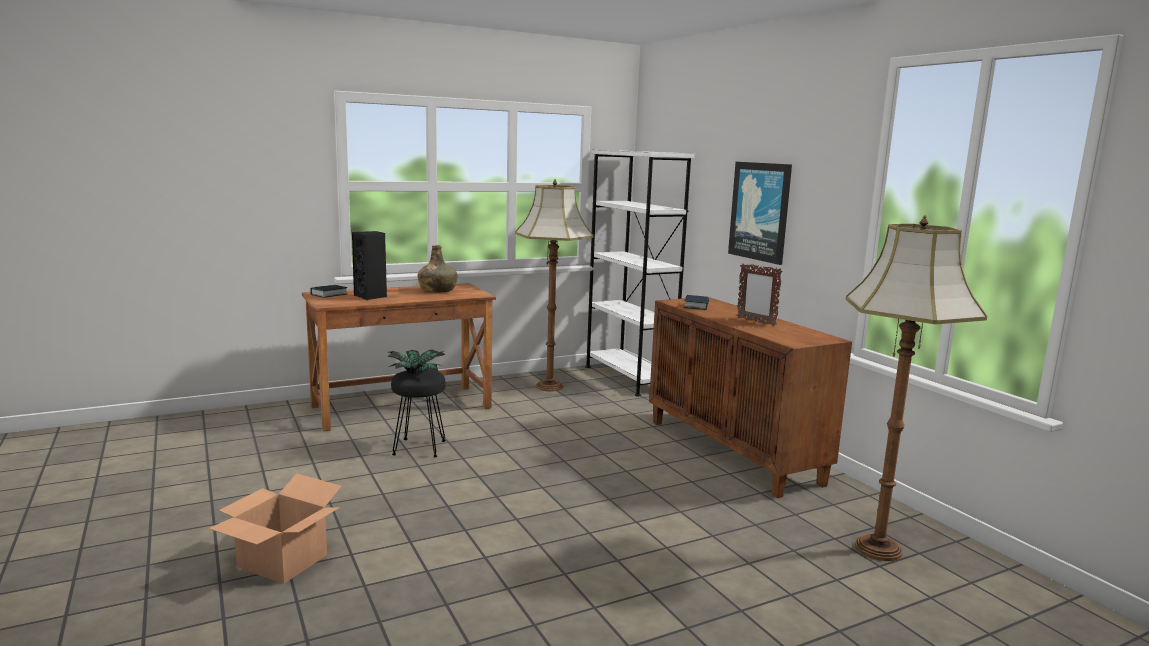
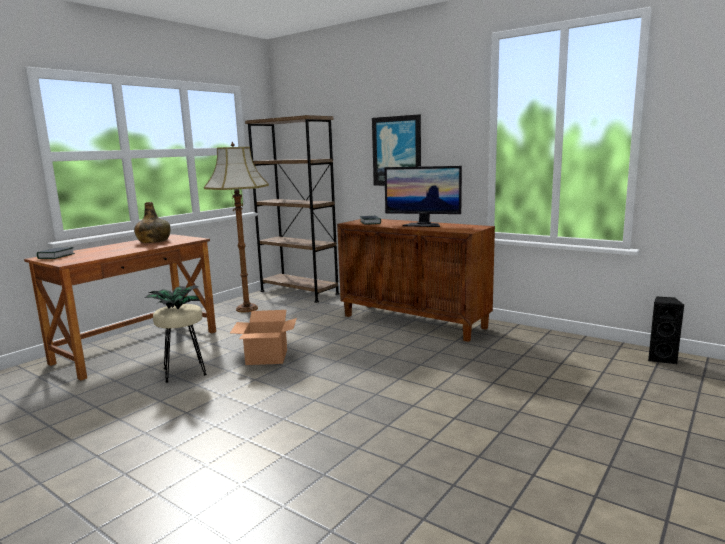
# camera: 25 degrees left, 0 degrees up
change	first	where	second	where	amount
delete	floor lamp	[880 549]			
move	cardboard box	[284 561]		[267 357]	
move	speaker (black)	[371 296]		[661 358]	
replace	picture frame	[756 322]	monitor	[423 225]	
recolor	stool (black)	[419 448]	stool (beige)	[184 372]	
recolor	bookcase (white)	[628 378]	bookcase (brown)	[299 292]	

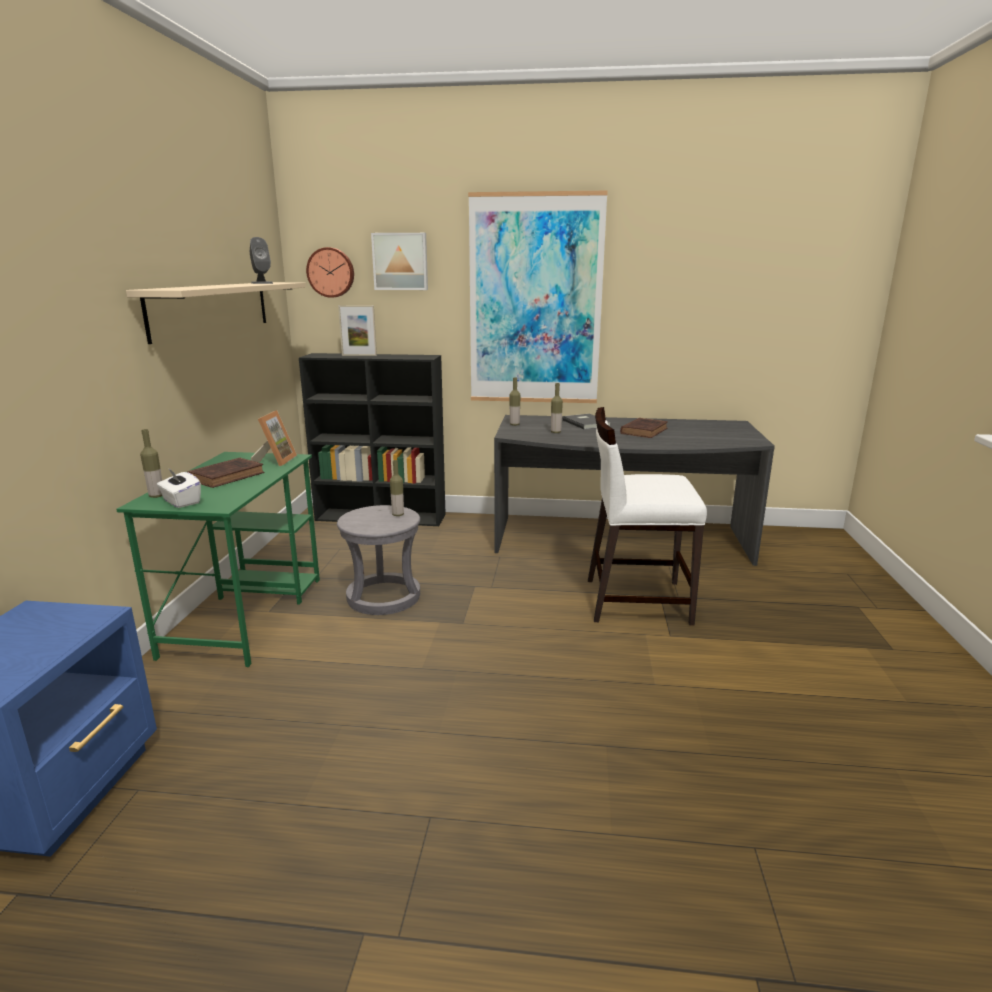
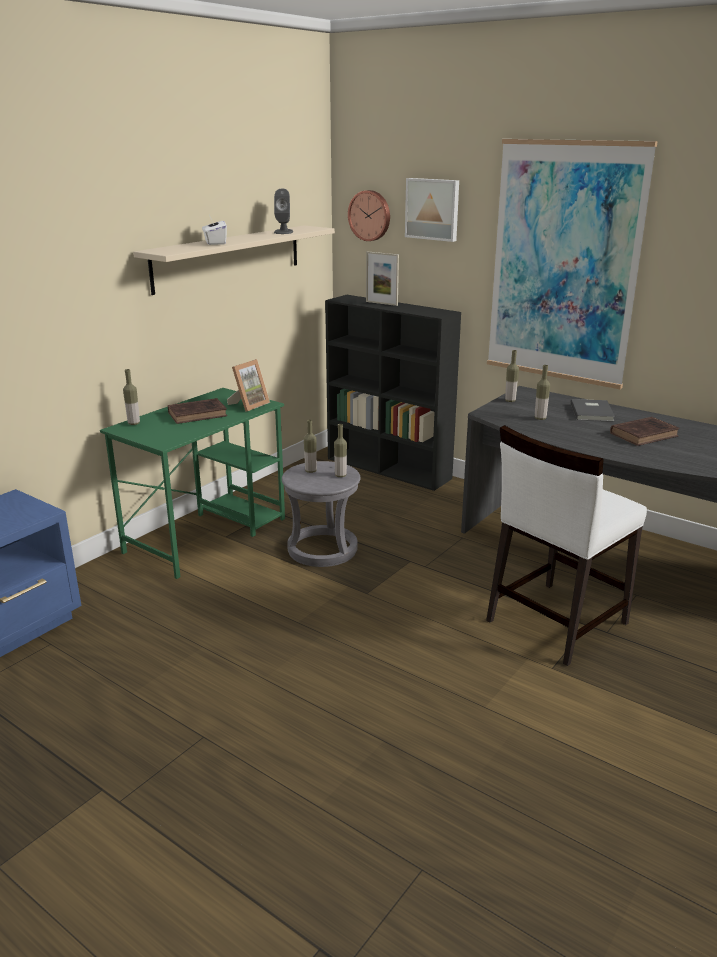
# camera: 30 degrees right, 5 degrees up
change	first	where	second	where	amount
insert			bottle	[310 471]	
move	tissue box (white)	[181 502]		[215 243]	
rotate	chair (white)	[635 600]		[555 622]	75 degrees counterclockwise

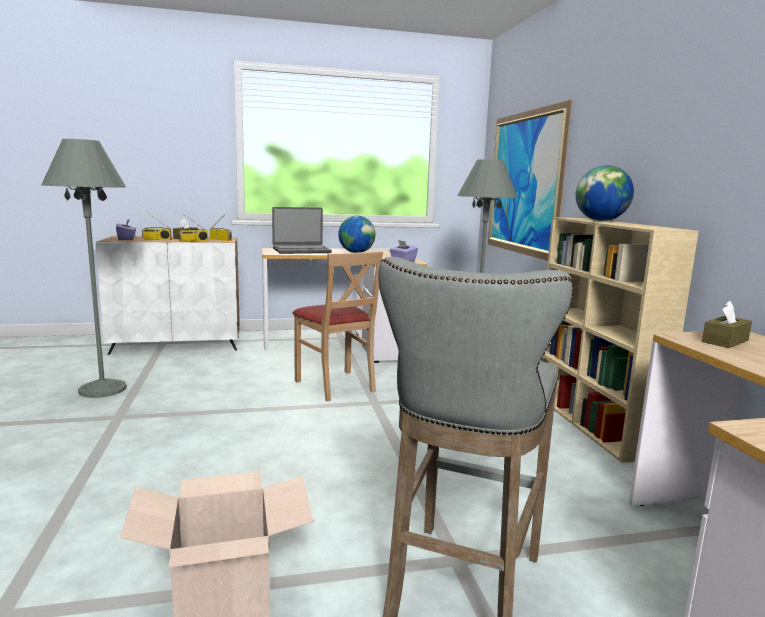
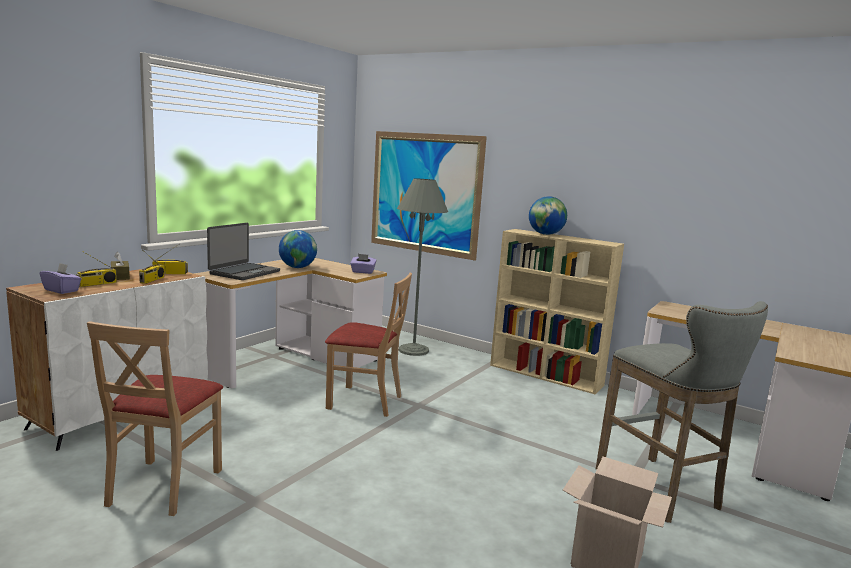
# camera: 45 degrees left, 0 degrees up
change	first	where	second	where	amount
delete	tissue box (brown)	[725 341]			
replace	floor lamp (grey)	[102 389]	chair (beige)	[163 486]	

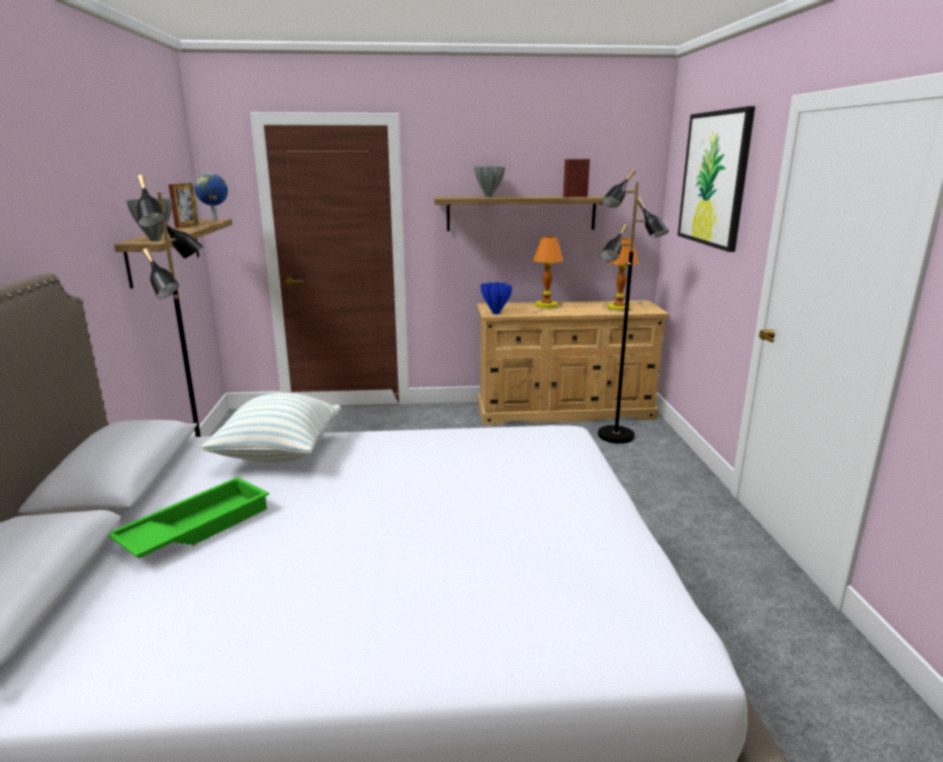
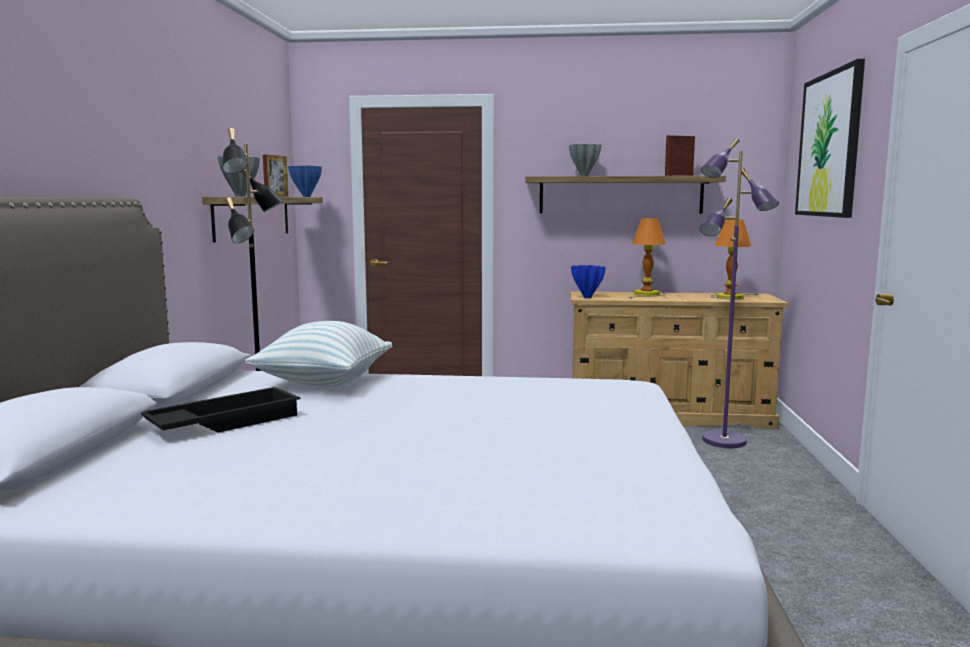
# camera: 10 degrees right, 10 degrees down
change	first	where	second	where	amount
replace	globe	[215 220]	vase (blue)	[306 196]	
recolor	tray (green)	[195 527]	tray (black)	[224 422]	
recolor	floor lamp (black)	[616 436]	floor lamp (purple)	[724 441]	

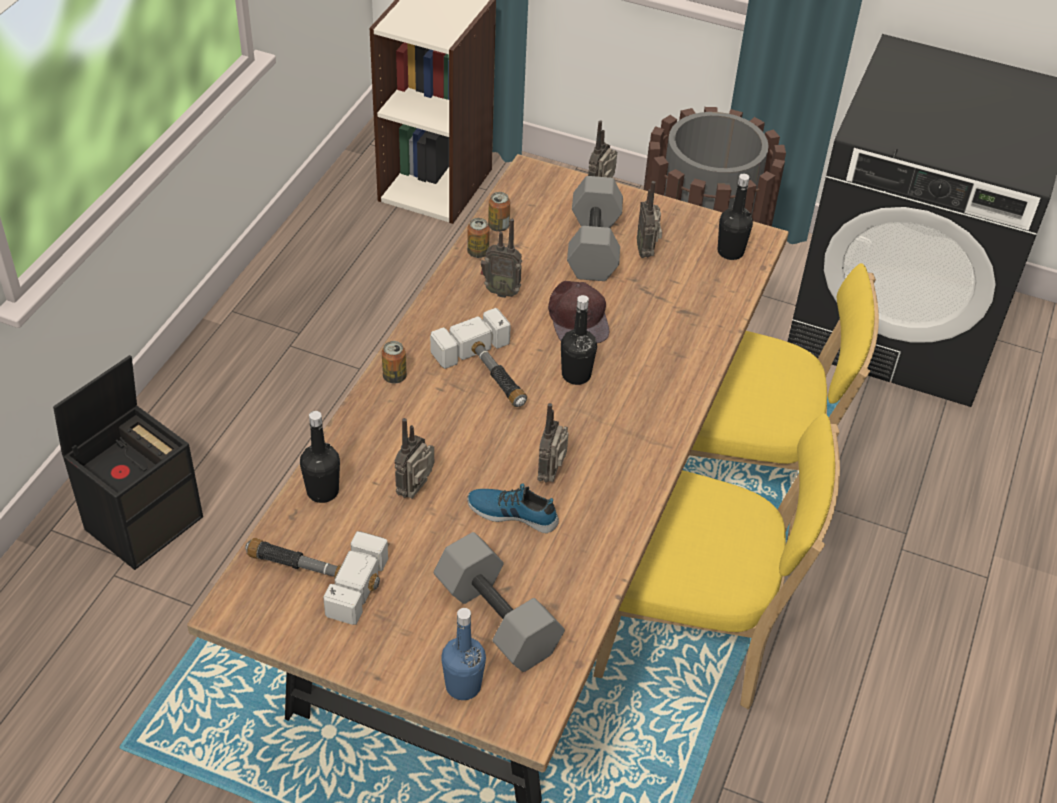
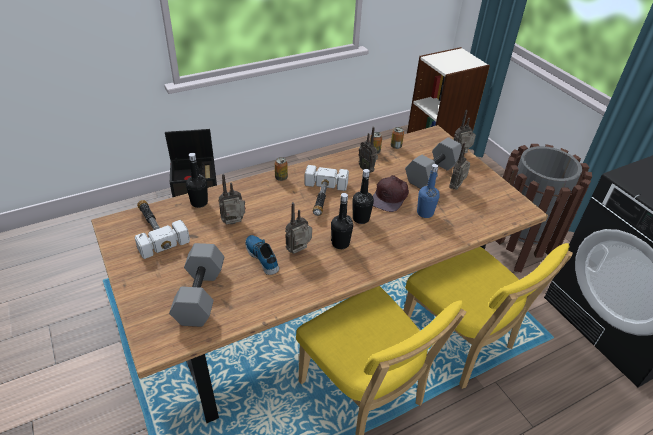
# camera: 40 degrees right, 5 degrees down
change	first	where	second	where	amount
move	bottle (blue)	[463 686]		[425 213]	
move	bottle (black)	[730 252]		[340 243]	

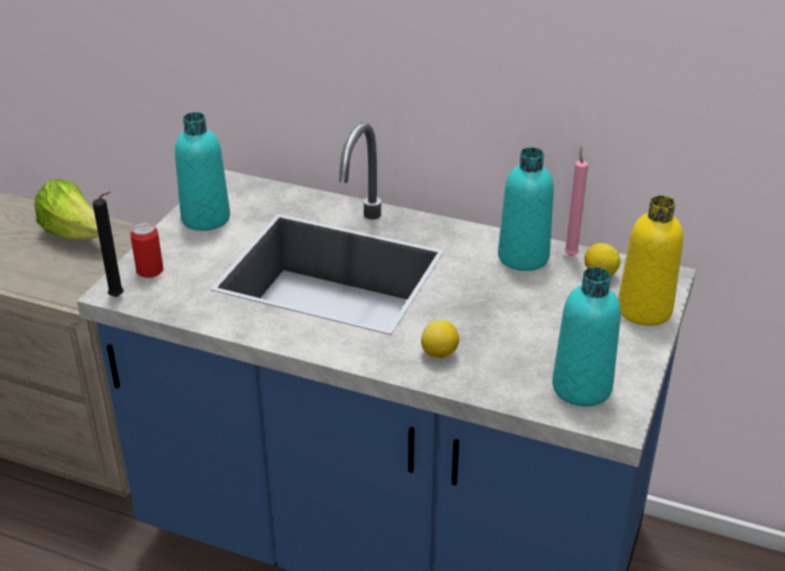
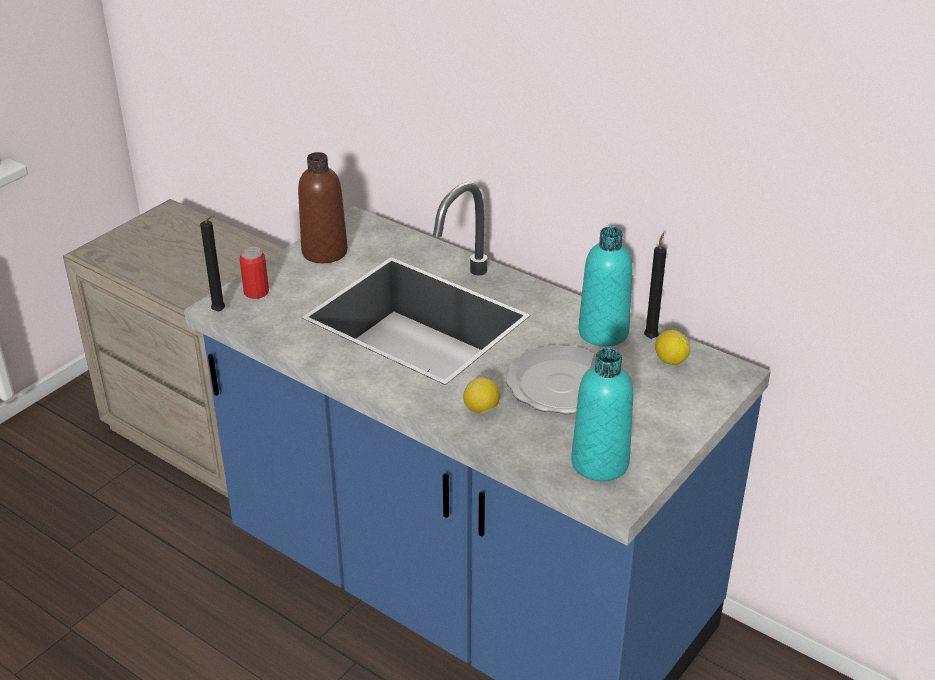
# camera: 15 degrees right, 0 degrees up
change	first	where	second	where	amount
delete	lettuce	[75 234]			
delete	bottle (yellow)	[644 310]			
insert			plate	[561 385]	
recolor	bottle (turquoise)	[206 218]	bottle (brown)	[324 252]	
recolor	candle (pink)	[570 254]	candle (black)	[651 337]	

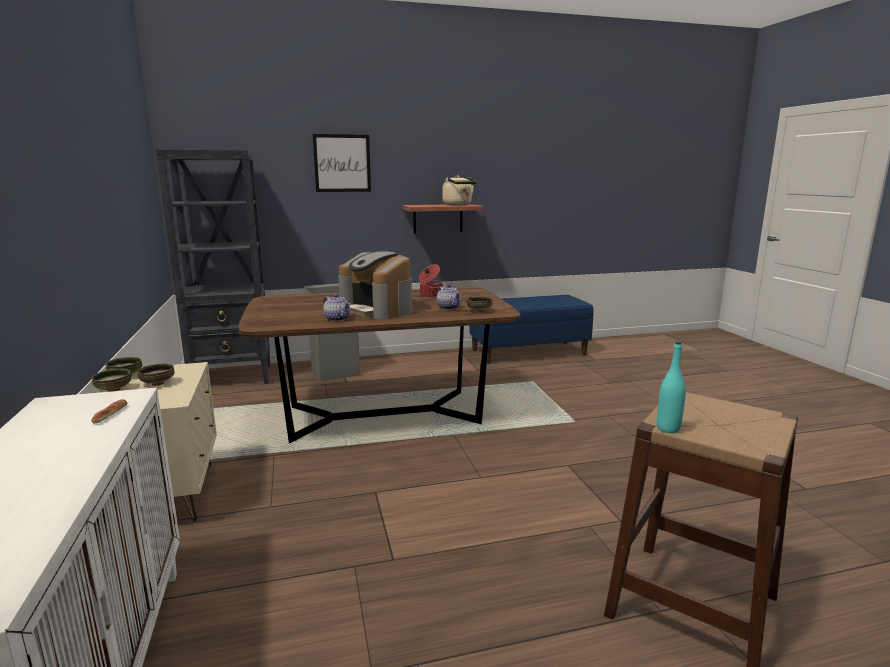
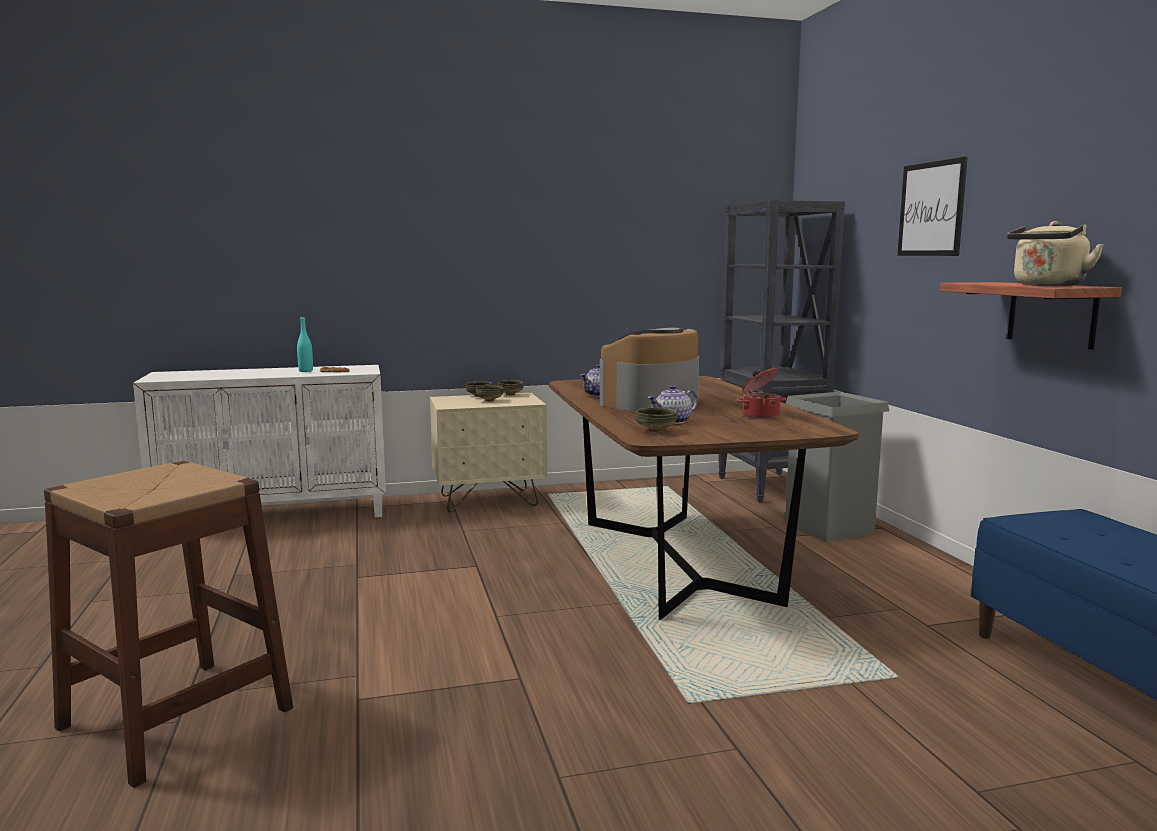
# camera: 90 degrees right, 5 degrees down
change	first	where	second	where	amount
move	bottle (turquoise)	[668 428]		[306 371]	

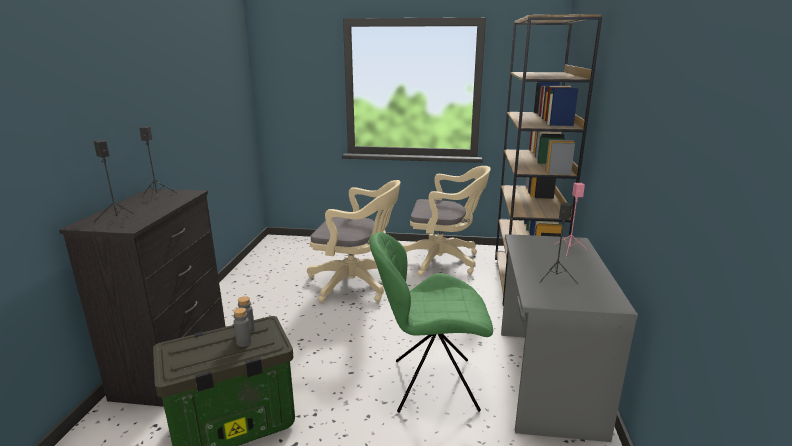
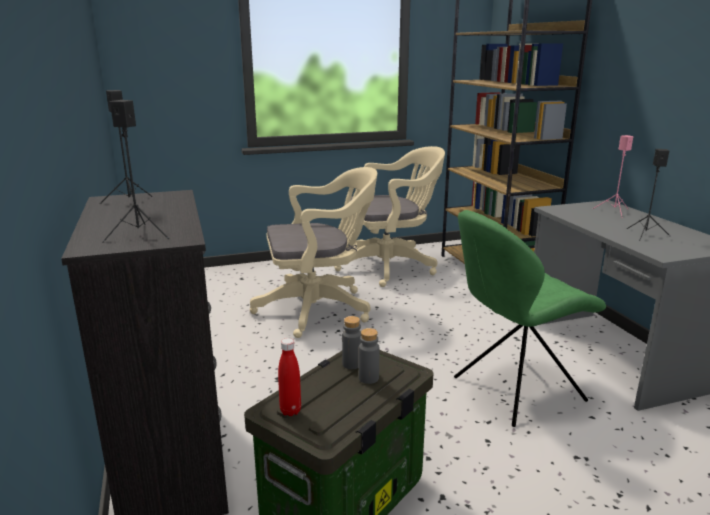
# camera: 25 degrees left, 0 degrees up
change	first	where	second	where	amount
insert			bottle (red)	[290 411]	

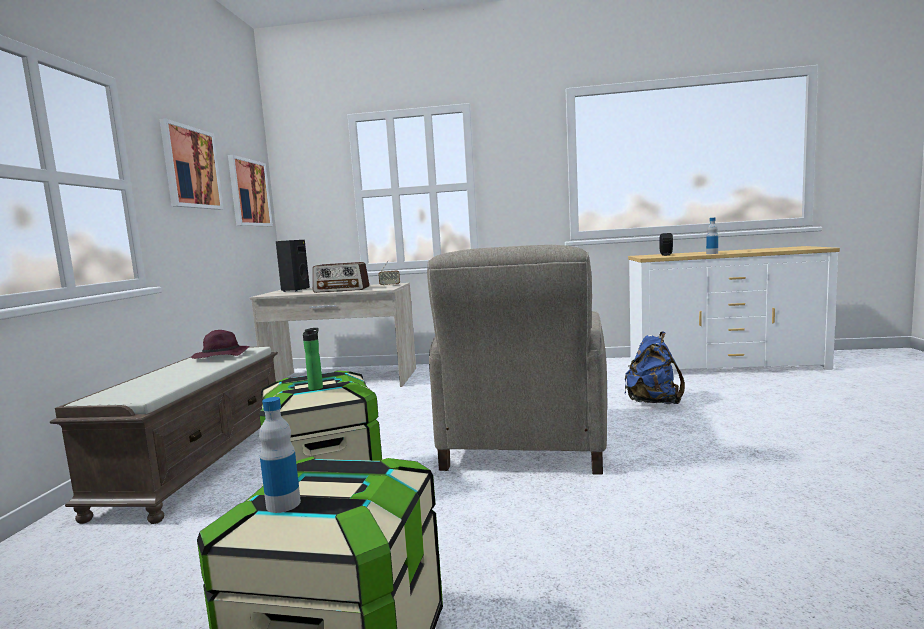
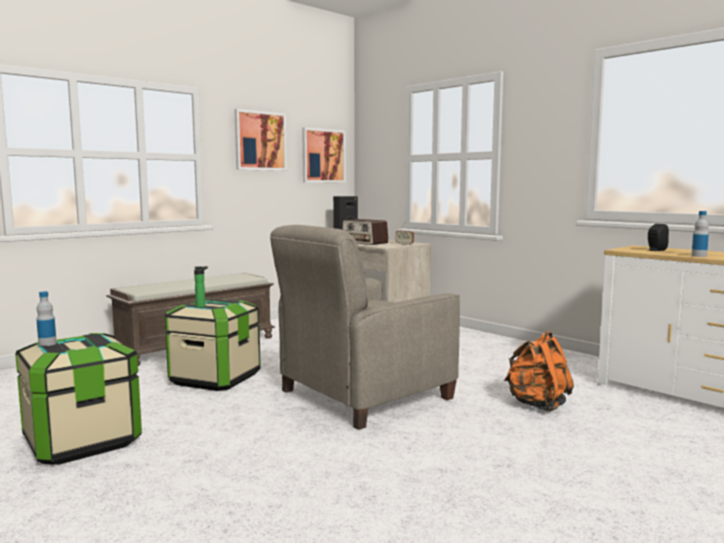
# camera: 40 degrees right, 0 degrees up
change	first	where	second	where	amount
delete	hat (purple)	[221 356]			
recolor	backpack (blue)	[653 402]	backpack (orange)	[537 405]	

